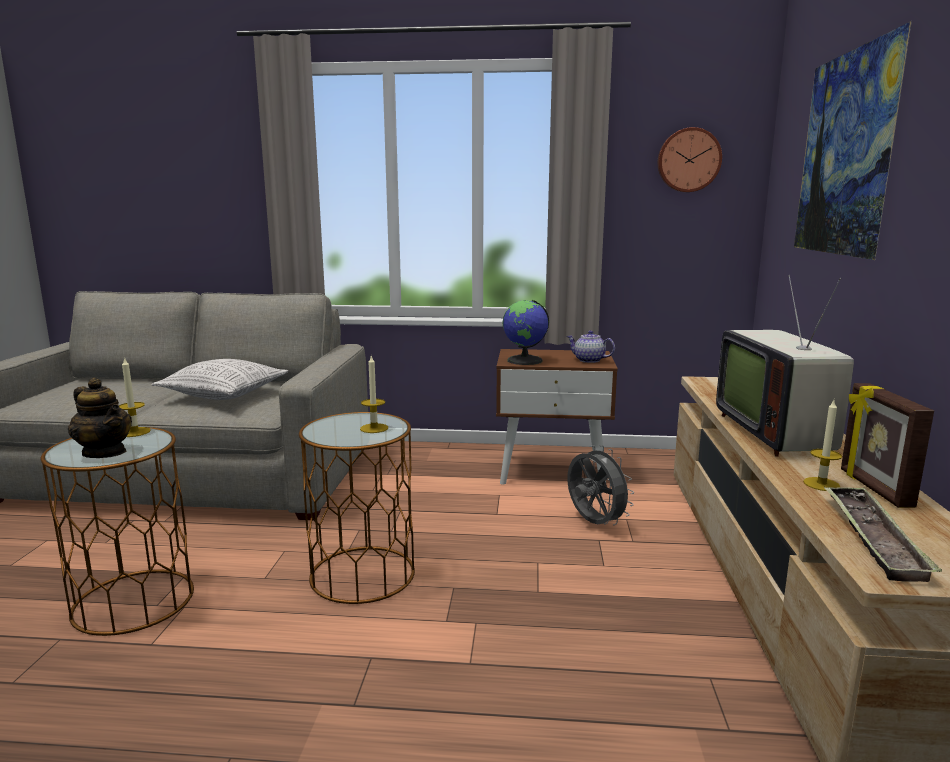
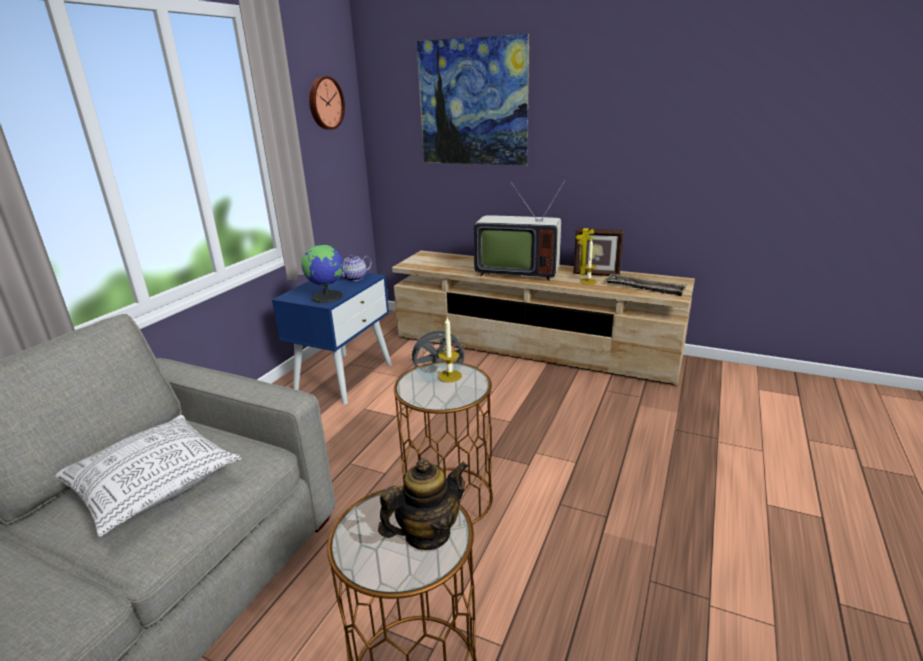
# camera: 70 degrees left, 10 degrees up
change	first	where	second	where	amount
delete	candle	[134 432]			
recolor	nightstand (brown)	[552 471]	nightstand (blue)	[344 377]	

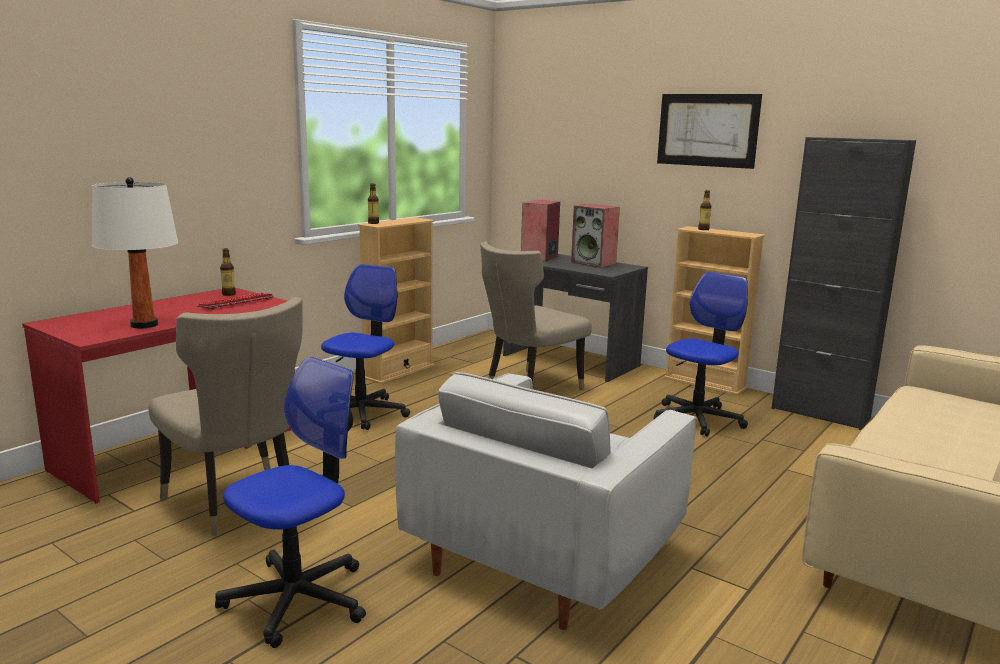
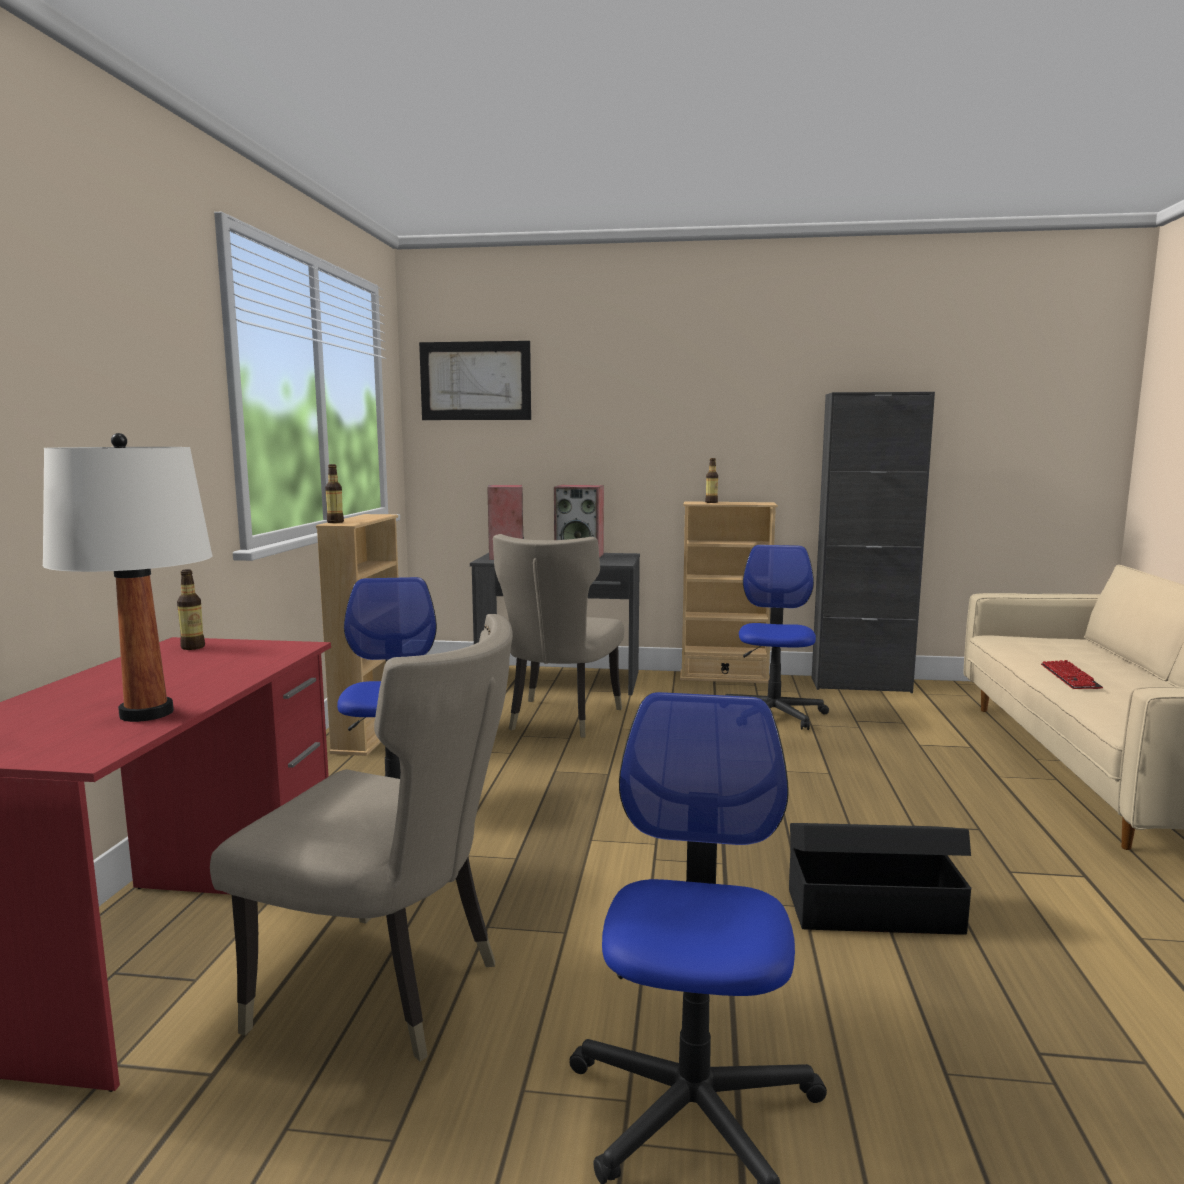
# camera: 30 degrees left, 5 degrees down
change	first	where	second	where	amount
move	keyboard	[236 303]		[1069 677]	
move	picture	[707 130]		[475 381]	
replace	armchair (white)	[546 554]	storage box (black)	[871 910]	

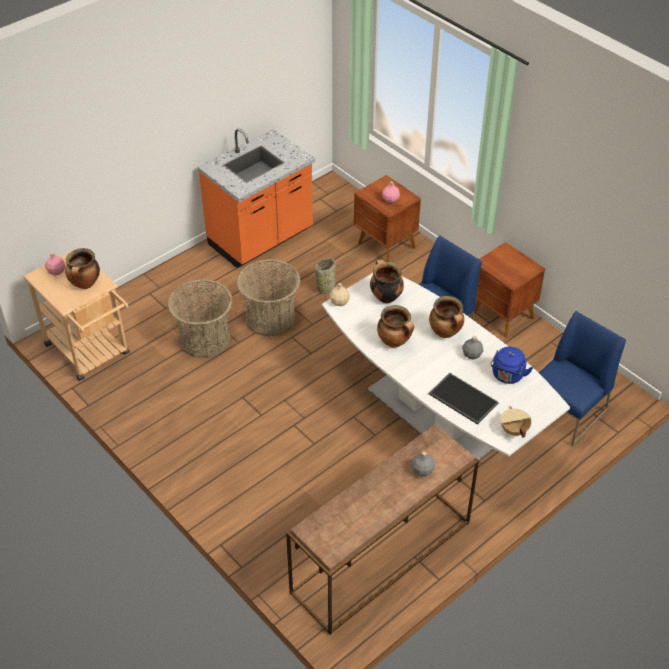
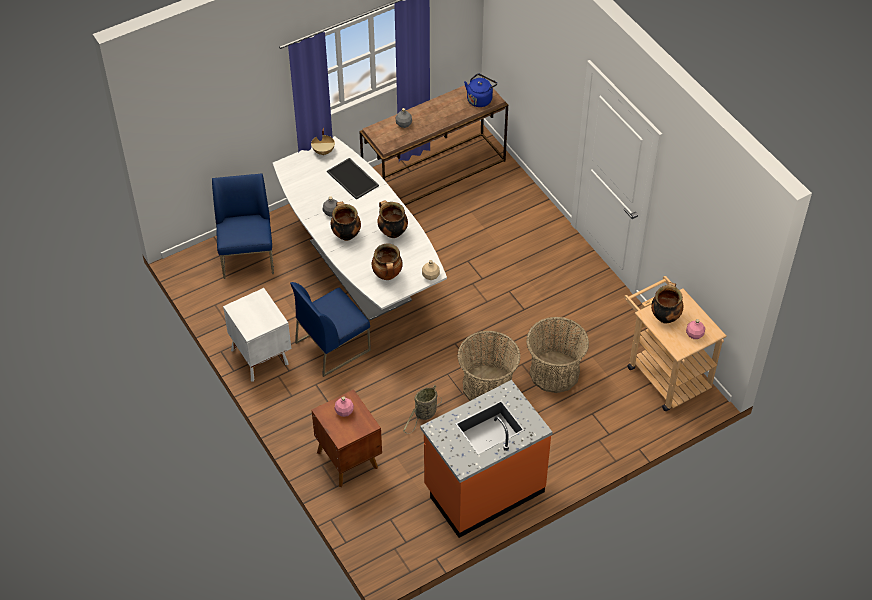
# camera: 170 degrees left, 5 degrees up
change	first	where	second	where	amount
move	kettle (blue)	[507 376]		[480 99]	
recolor	nightstand (brown)	[502 316]	nightstand (white)	[260 356]	
rotate	chair (blue)	[566 413]		[248 256]	120 degrees clockwise

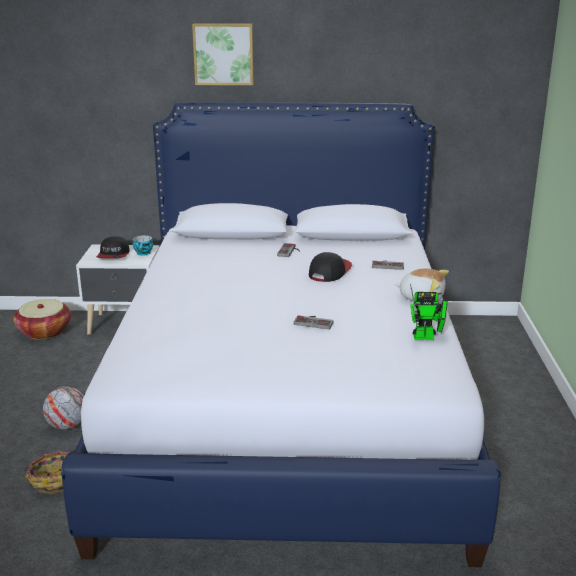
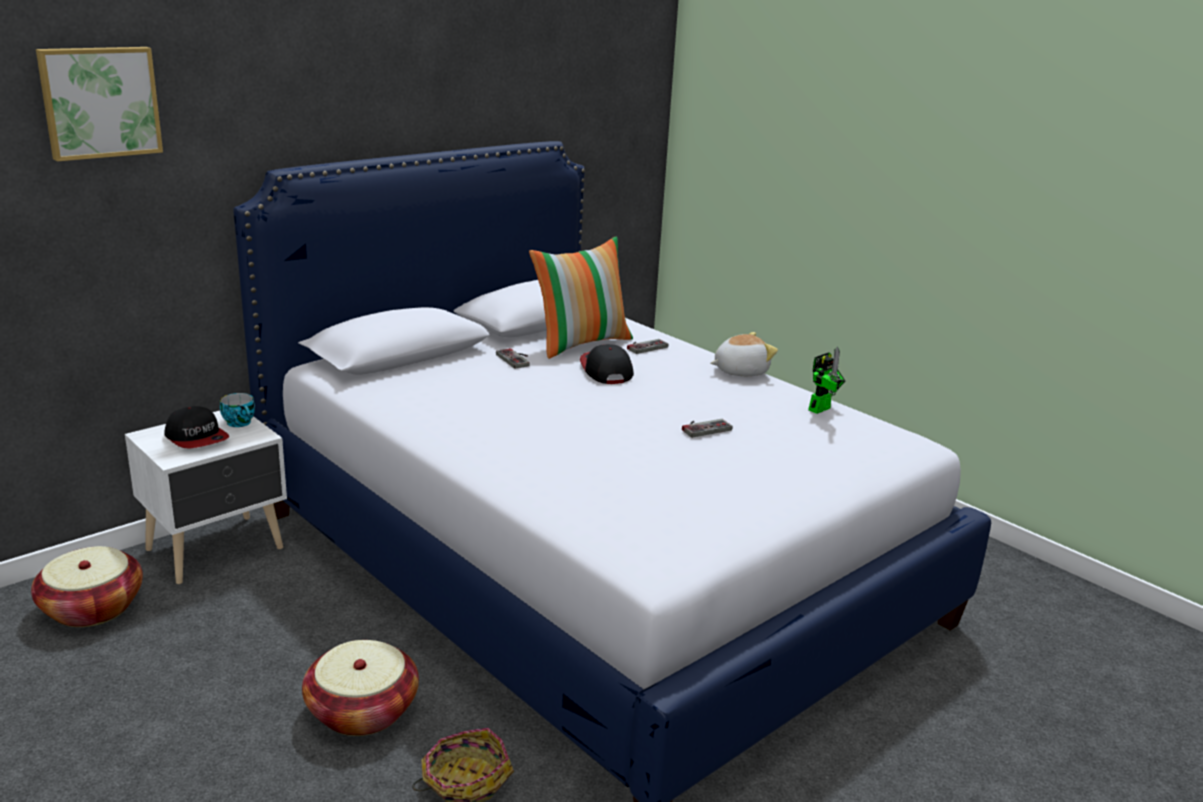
# camera: 45 degrees left, 0 degrees up
change	first	where	second	where	amount
insert			pillow	[581 343]	
move	picture	[223 54]		[100 102]	
replace	football	[67 425]	basket	[362 711]	

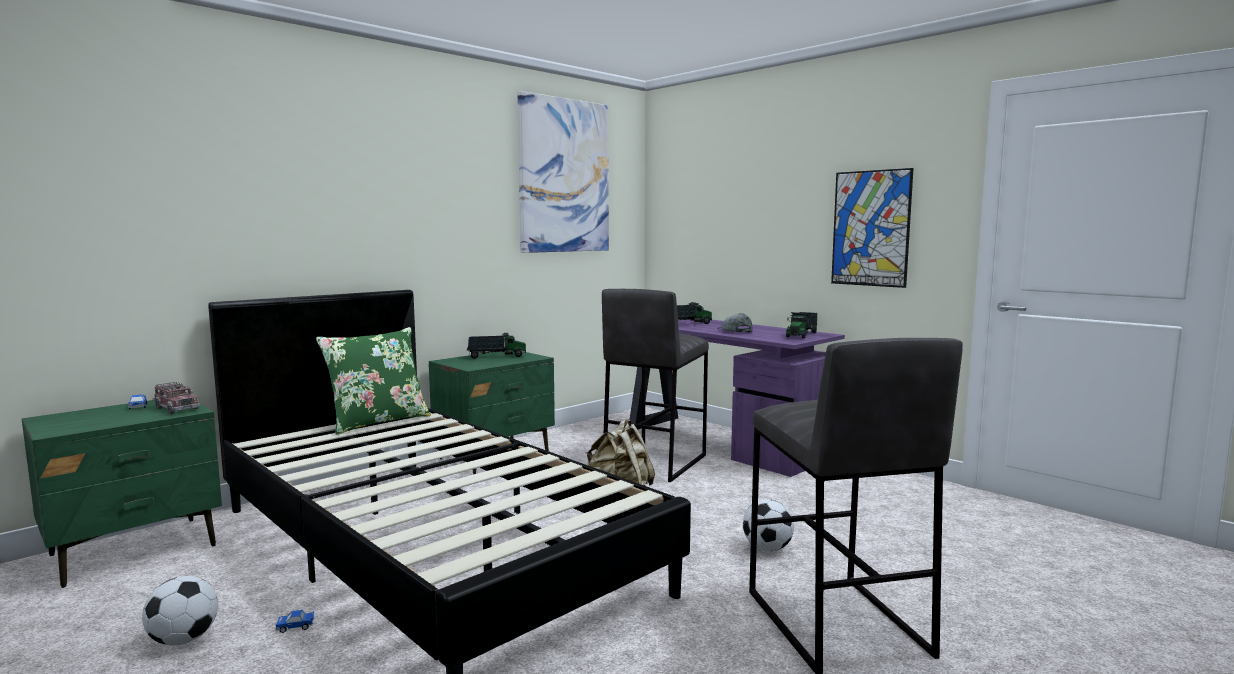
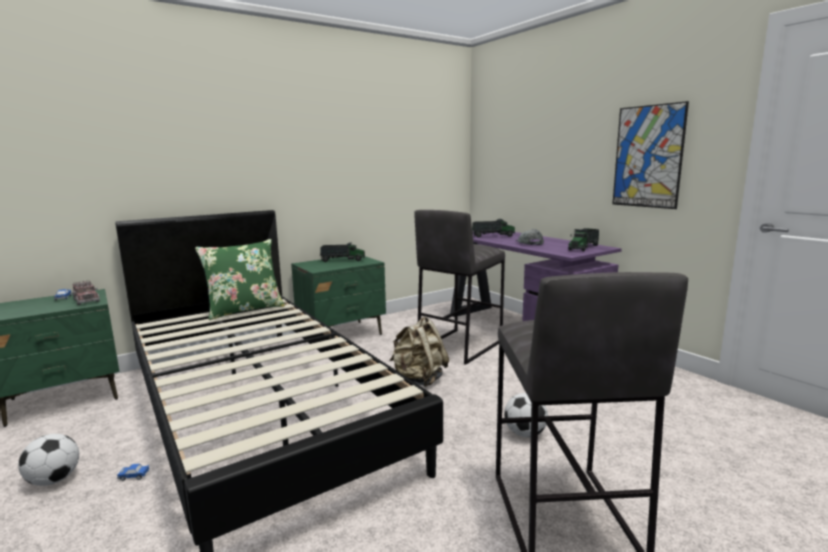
# camera: 10 degrees right, 5 degrees up
change	first	where	second	where	amount
delete	picture	[564 176]			

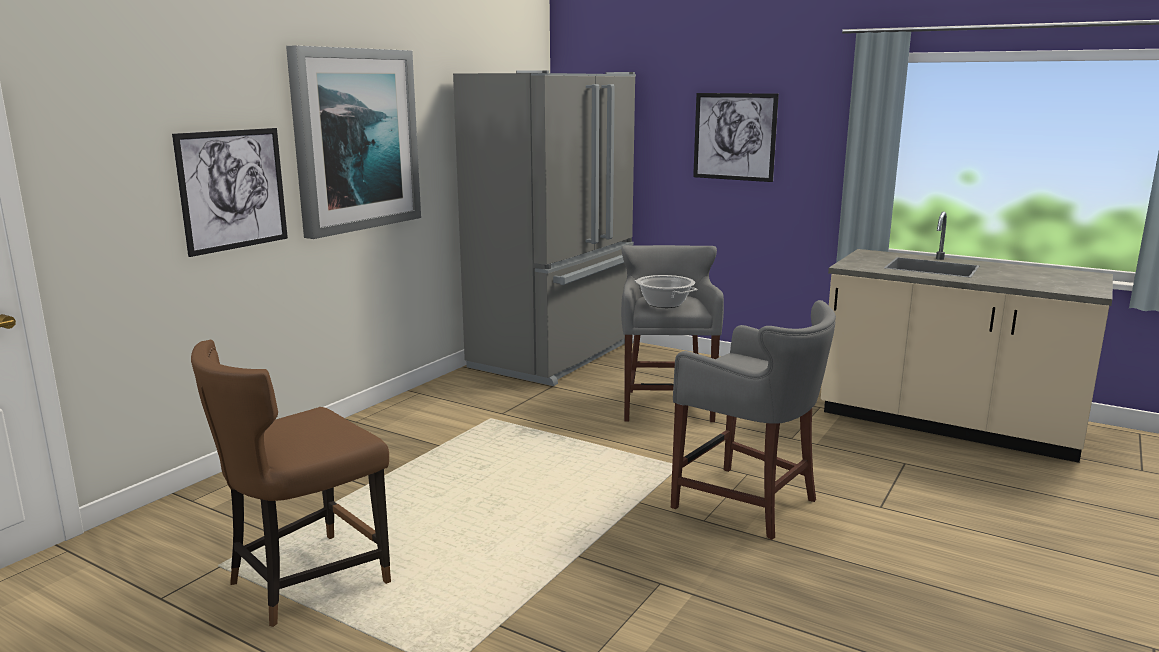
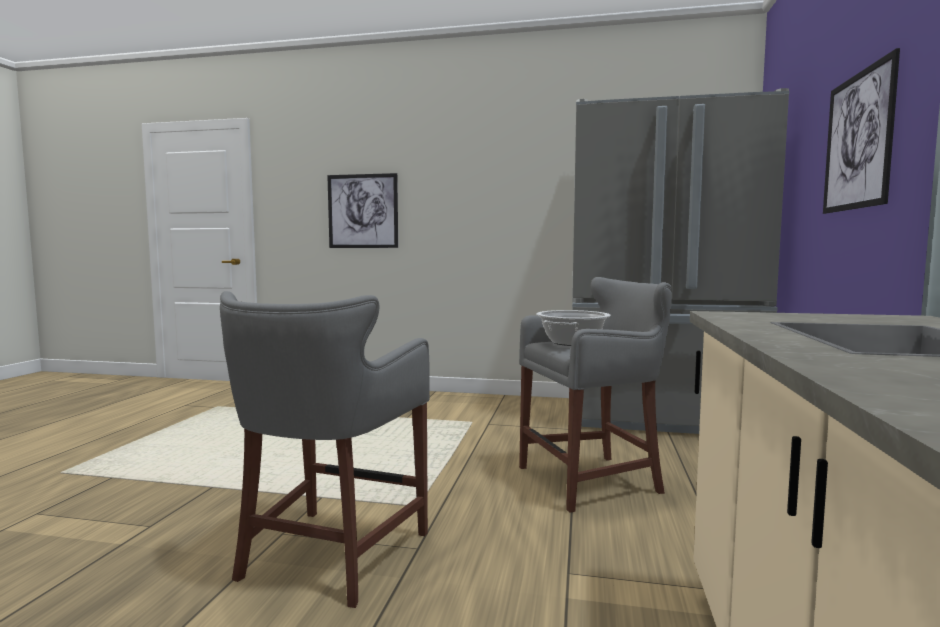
# camera: 70 degrees right, 10 degrees down
change	first	where	second	where	amount
delete	chair (brown)	[304 581]			
delete	picture	[355 140]			

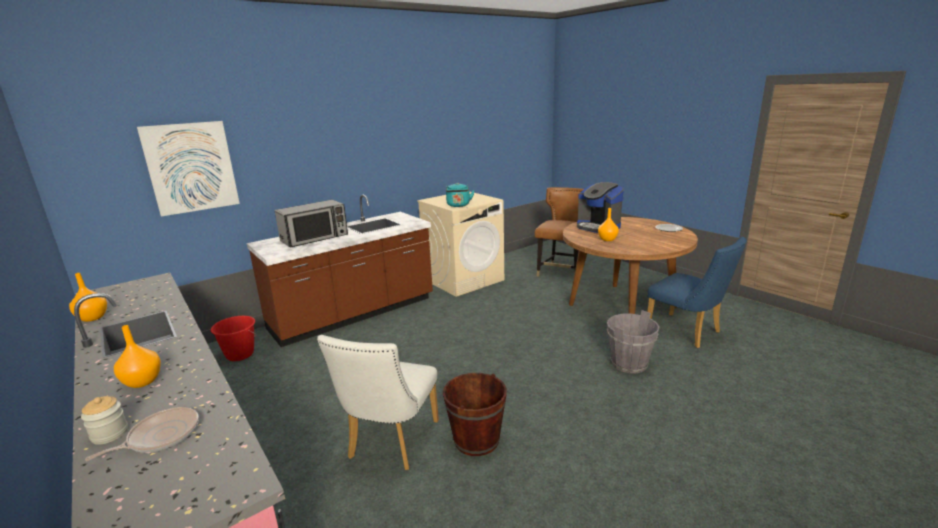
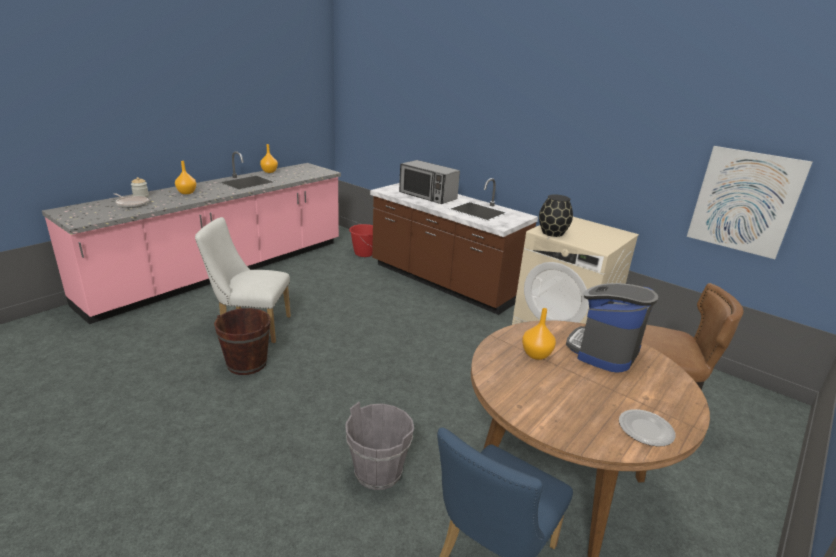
# camera: 75 degrees right, 5 degrees up
change	first	where	second	where	amount
move	picture	[191 167]		[744 201]	
replace	kettle (turquoise)	[458 205]	vase (black)	[552 233]	

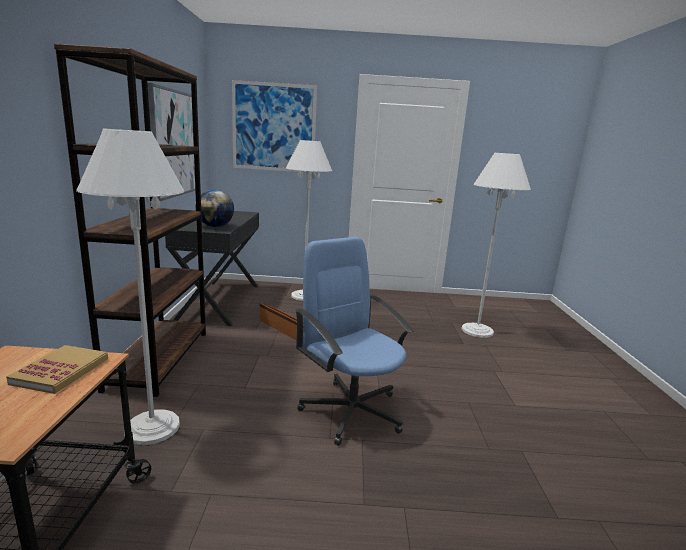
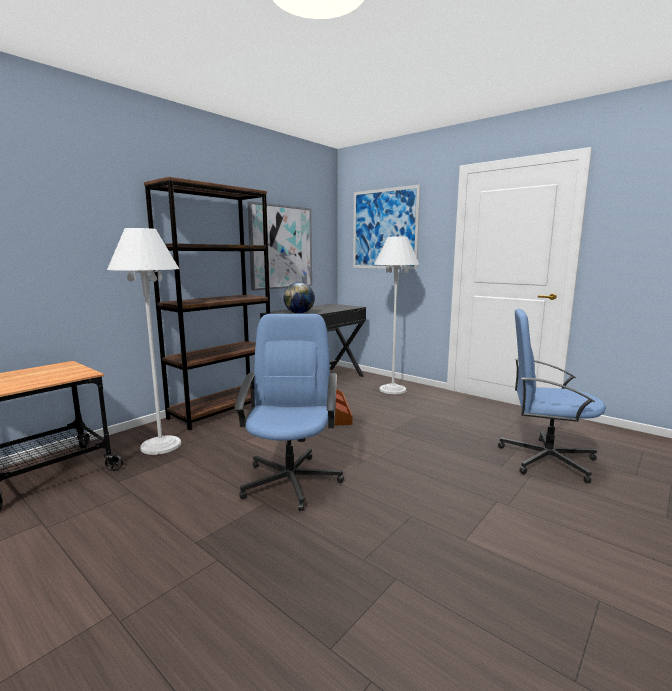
# camera: 40 degrees right, 5 degrees down
change	first	where	second	where	amount
delete	book	[61 371]			
replace	floor lamp (white)	[477 330]	office chair (blue)	[545 459]	

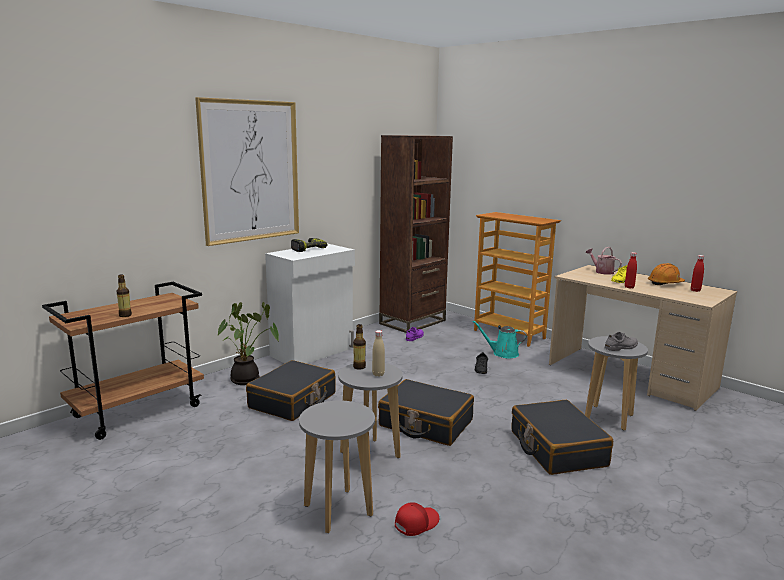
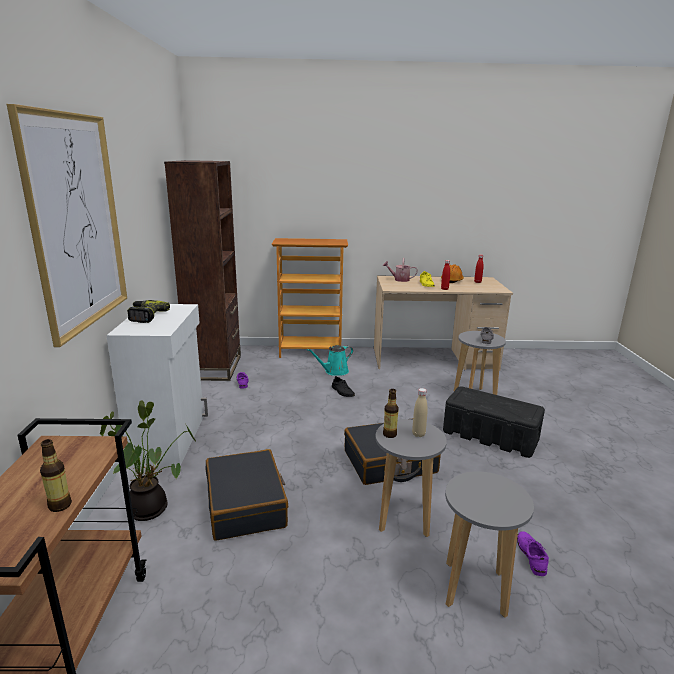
# camera: 45 degrees left, 5 degrees up
change	first	where	second	where	amount
replace	cap (red)	[415 523]	shoe (purple)	[531 555]	
replace	suitcase (black)	[557 448]	storage box (black)	[491 436]	

